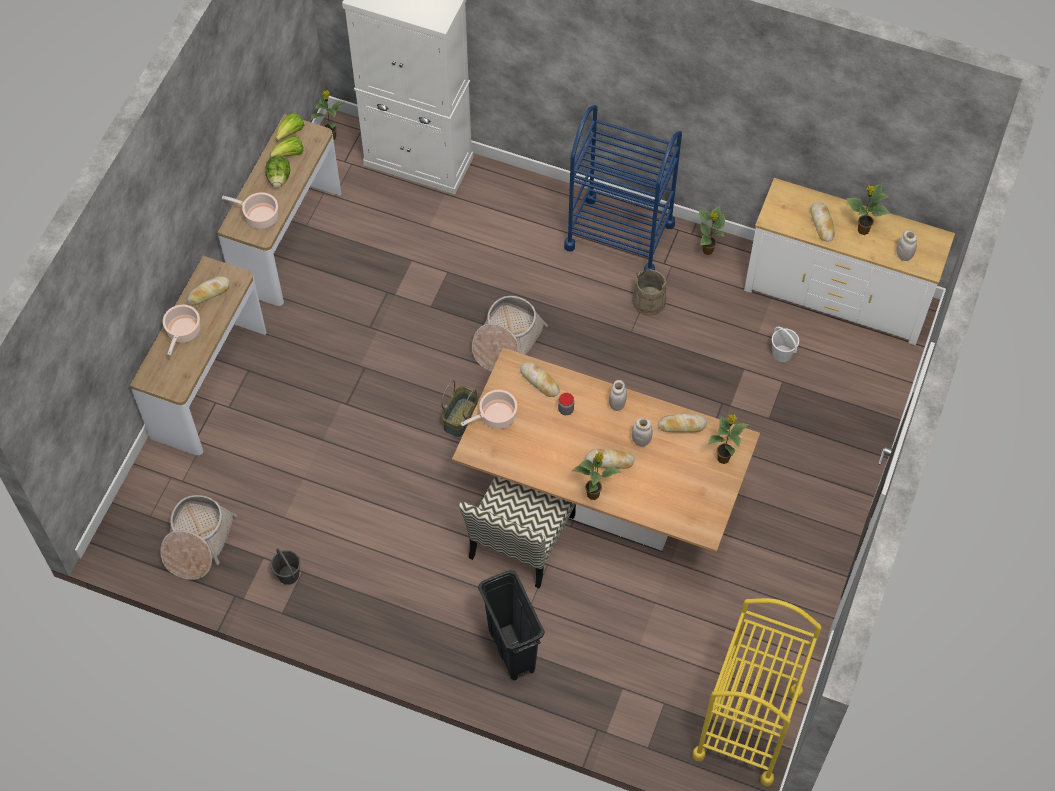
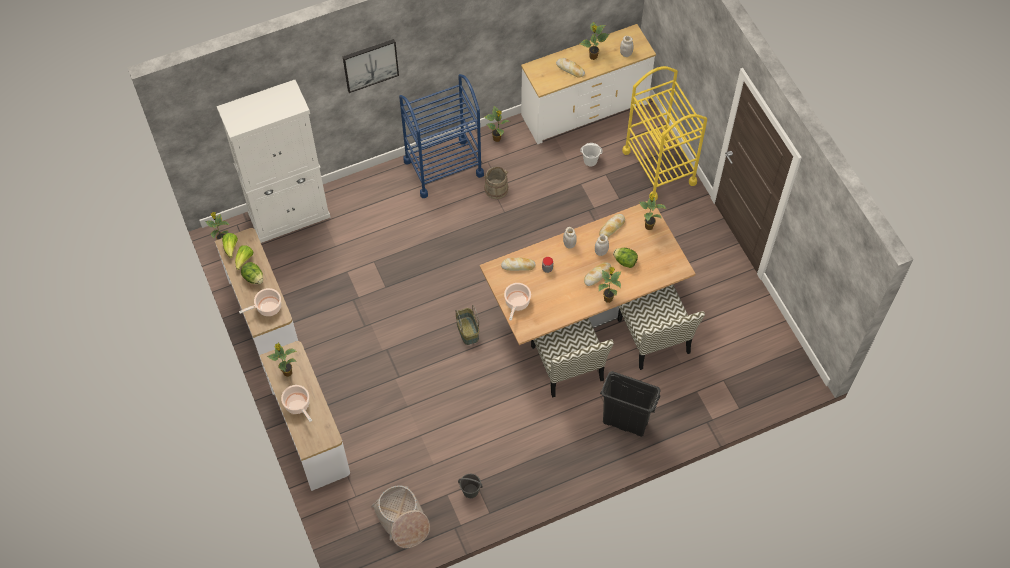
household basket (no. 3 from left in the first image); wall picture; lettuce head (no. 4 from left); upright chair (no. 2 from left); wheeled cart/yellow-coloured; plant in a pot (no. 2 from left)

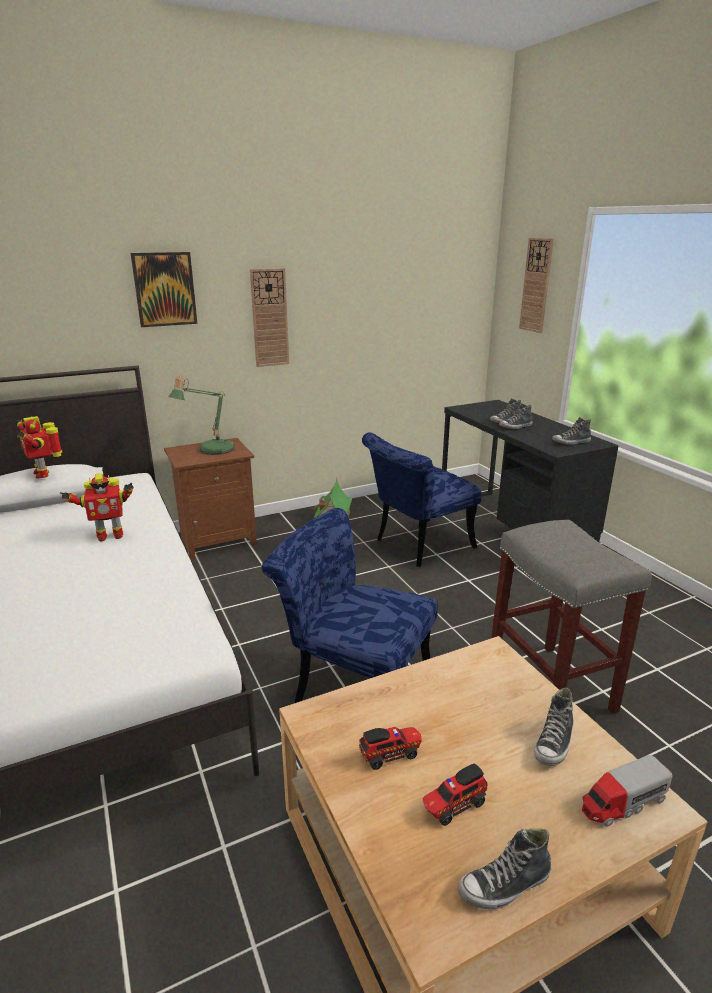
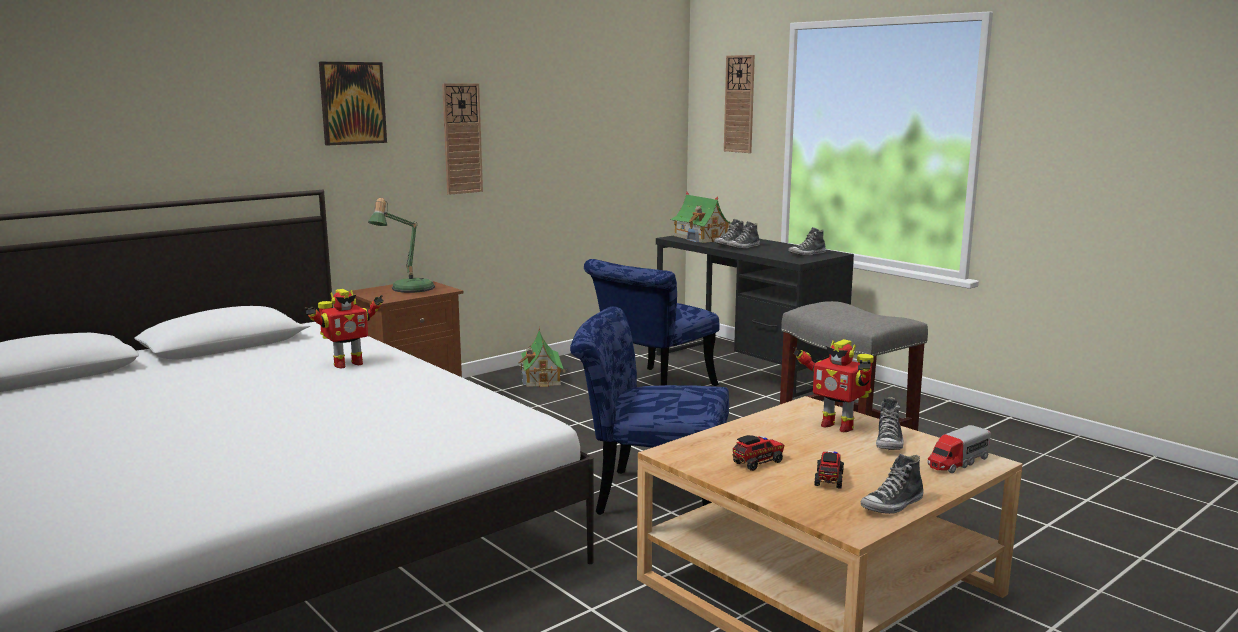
model house (no. 2 from left); robot figure (no. 2 from left); toy lorry (no. 2 from left)

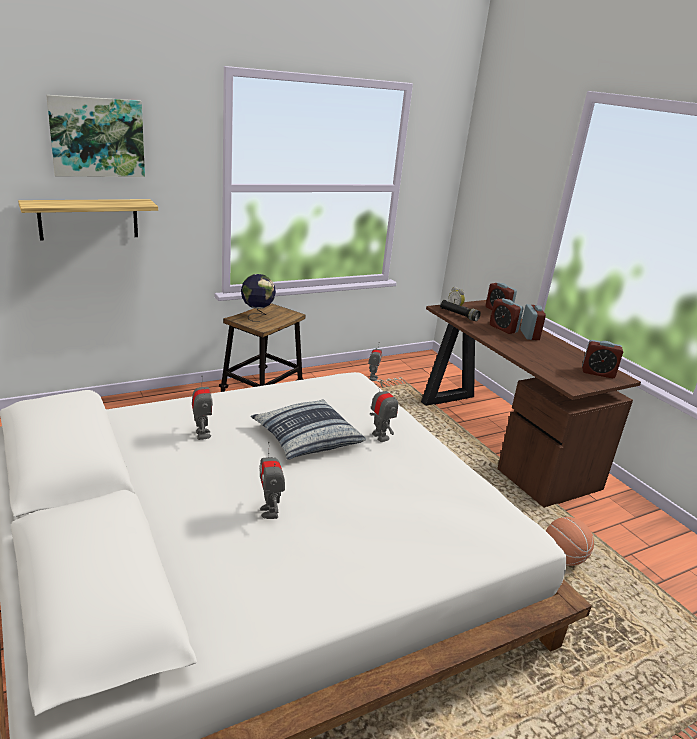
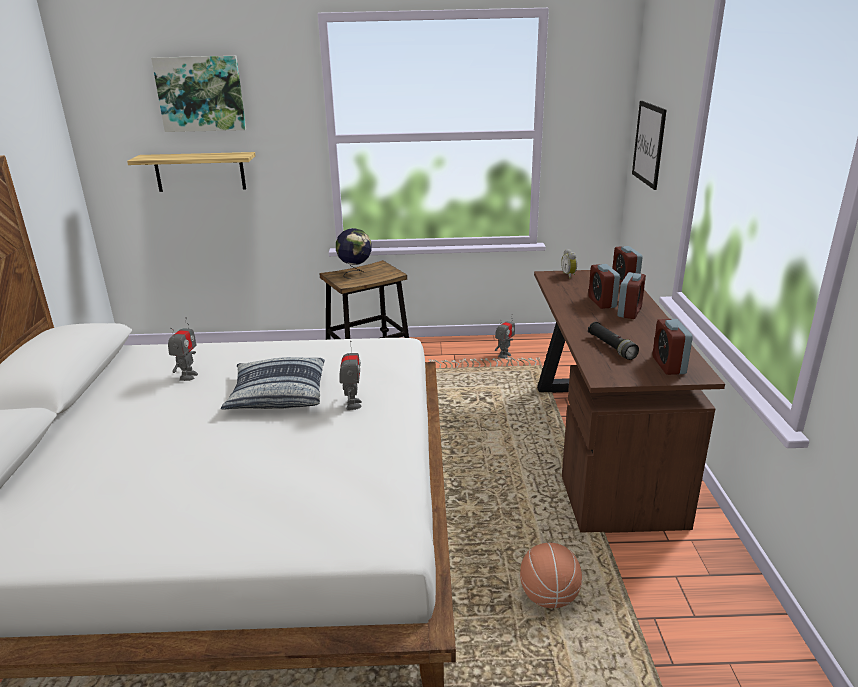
robot figure (no. 2 from left in the first image); wall picture (no. 2 from left); flashlight/black-coloured; table clock (no. 5 from left)

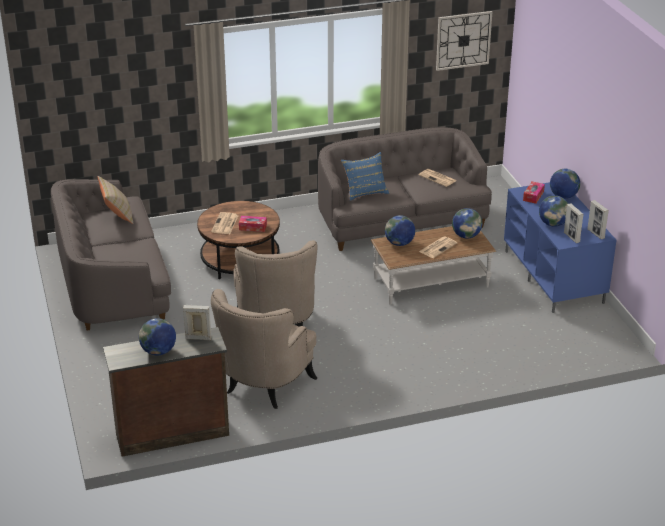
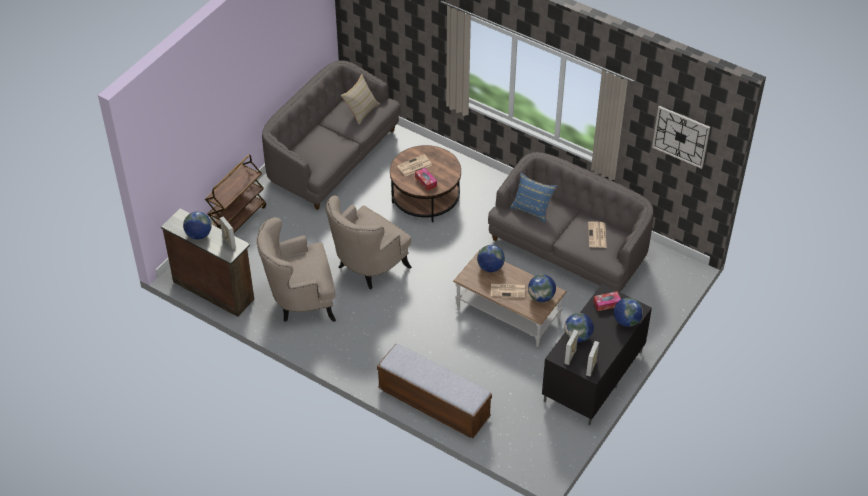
wheeled cart/brownish; bench; tv unit/black-coloured

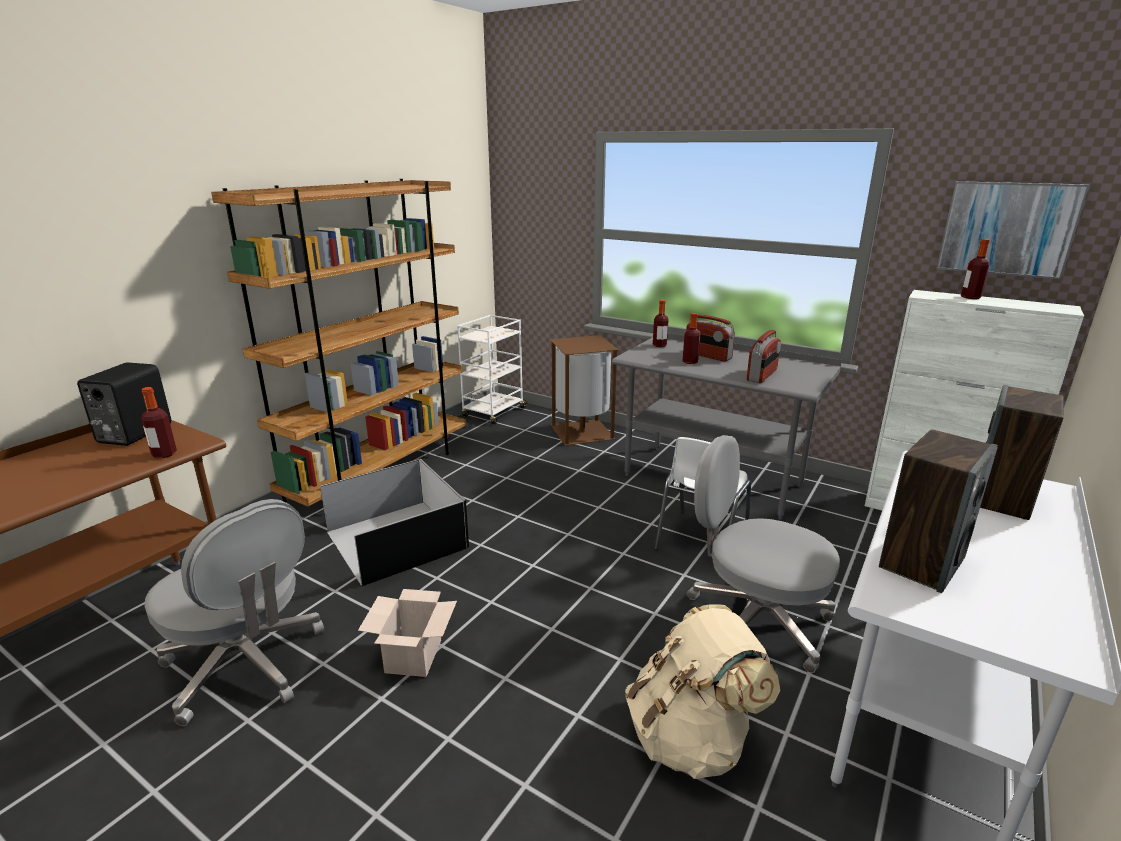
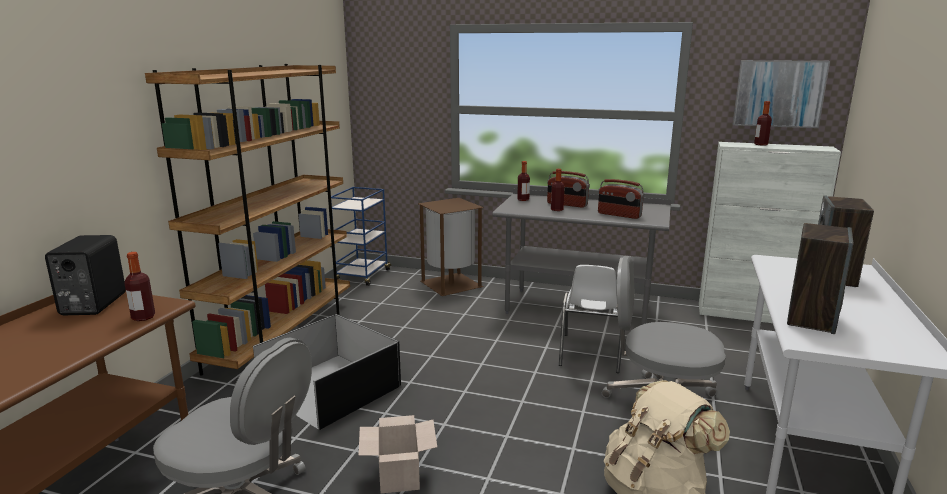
wheeled cart/blue; radio (no. 2 from left)

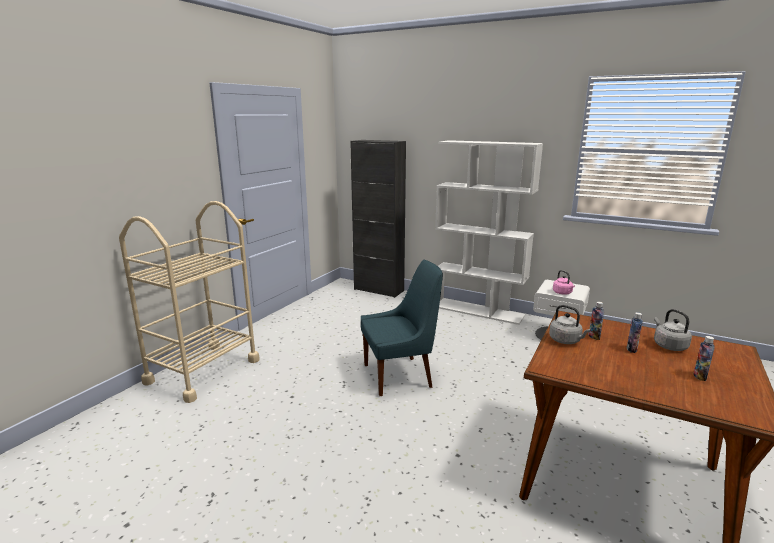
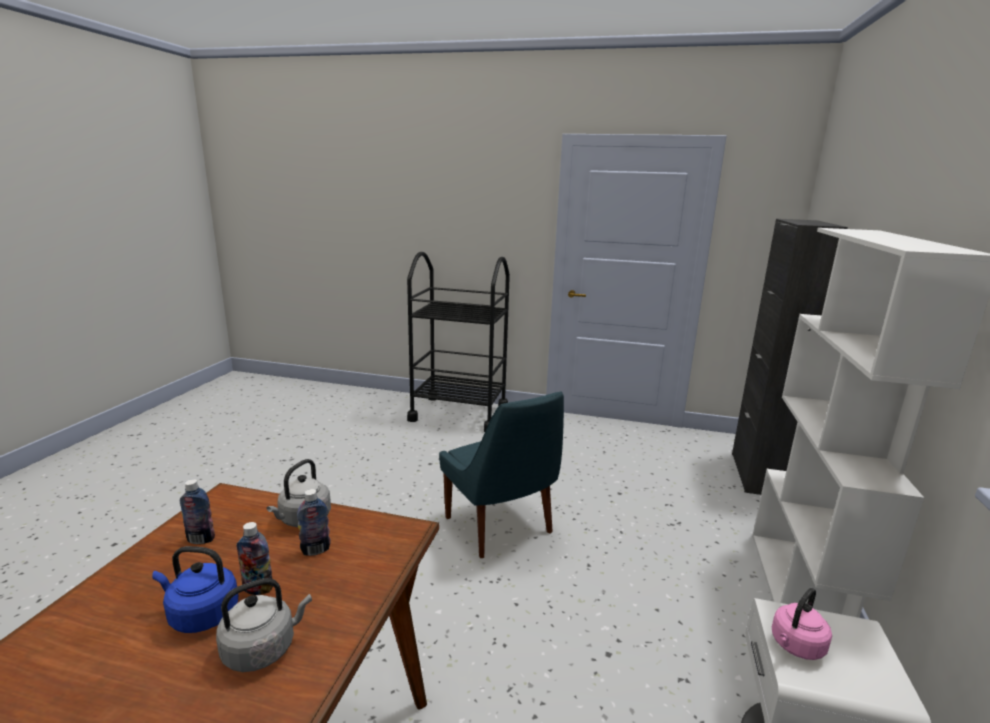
water kettle/blue; drink bottle (no. 1 from left); wheeled cart/black-coloured

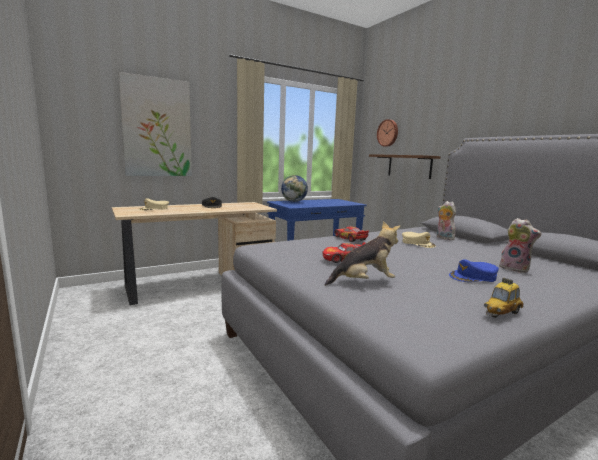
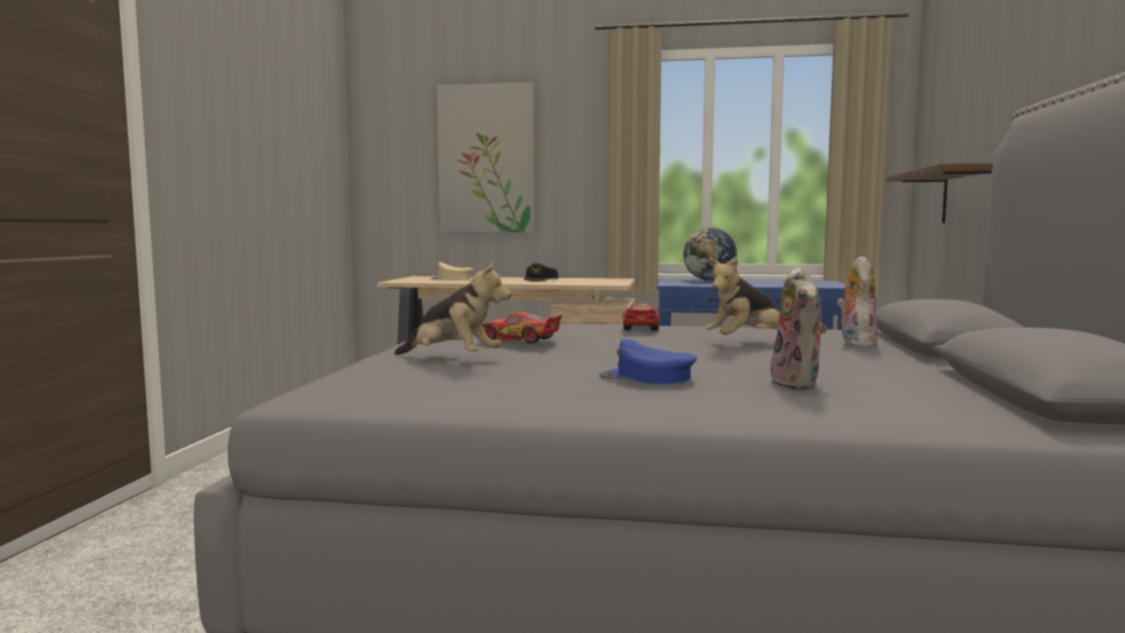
wall clock; miniature car (no. 3 from left in the first image); plush toy (no. 2 from left)

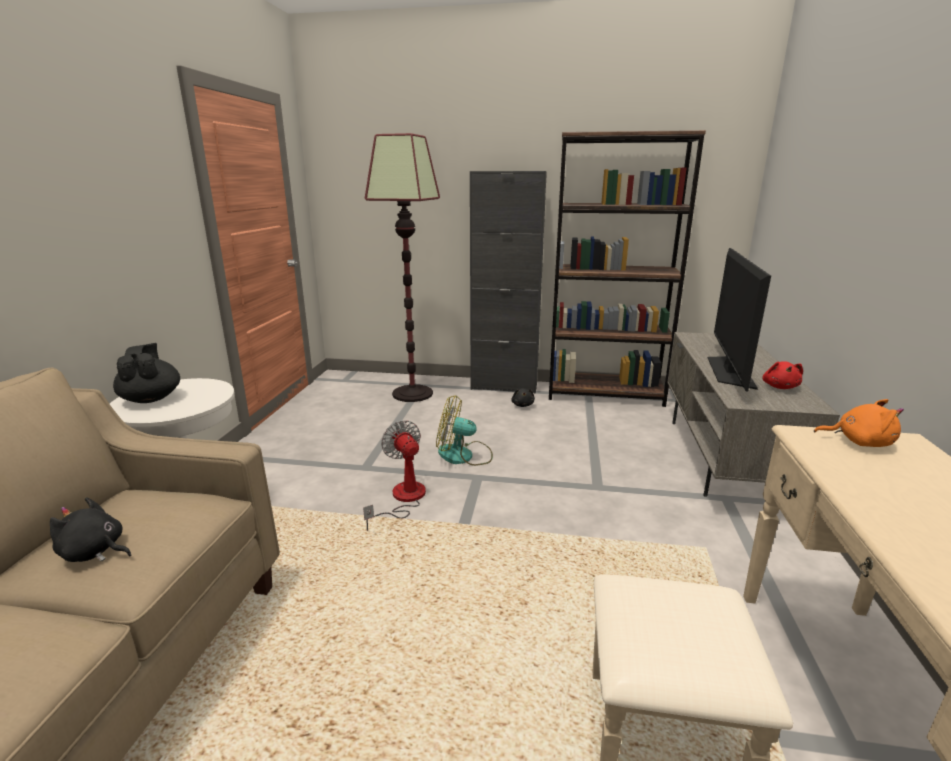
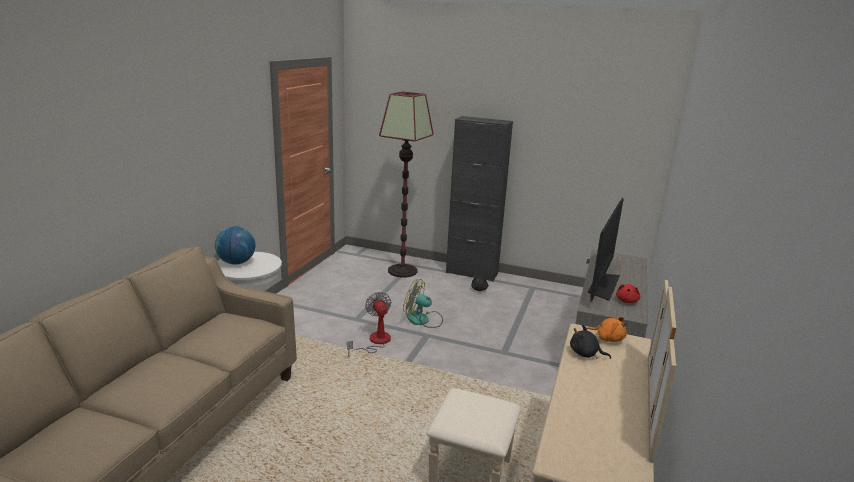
shelving unit/brownish; plush toy/black-coloured (no. 2 from left); world globe

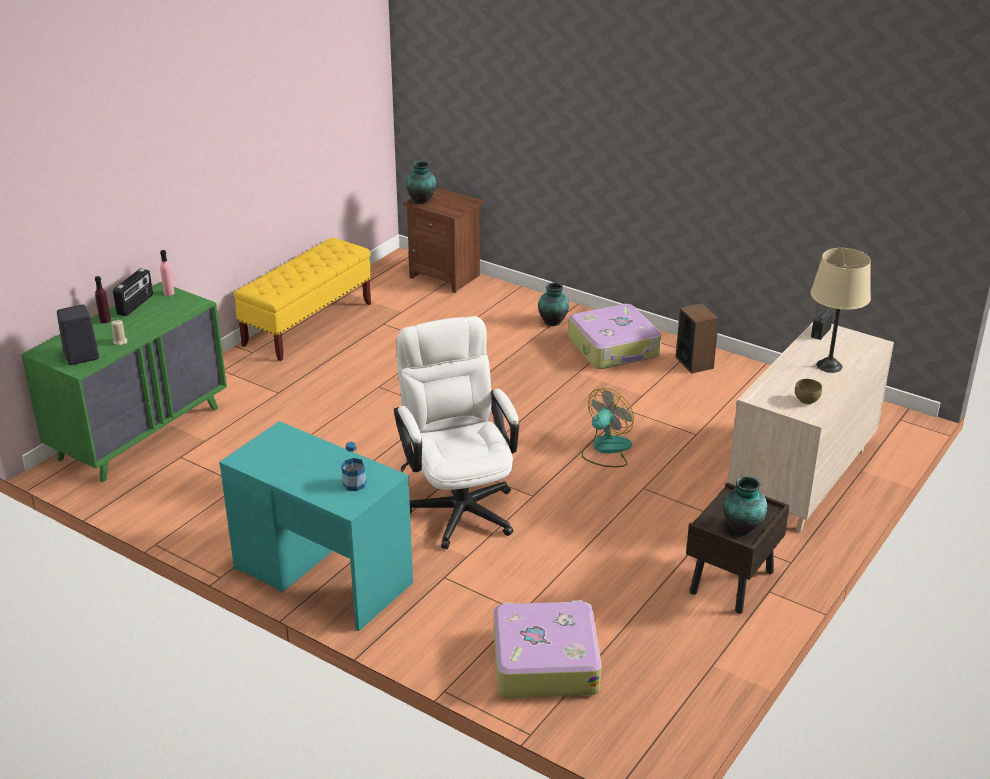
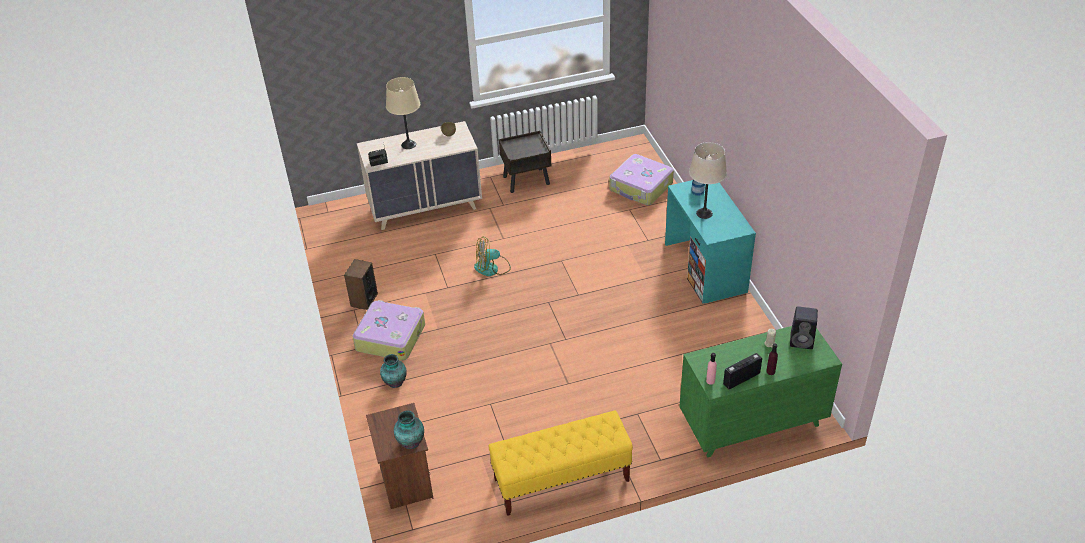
desk chair/white-coloured; decorative vase (no. 3 from left in the first image); tabletop lamp/sand-coloured (no. 2 from left)

